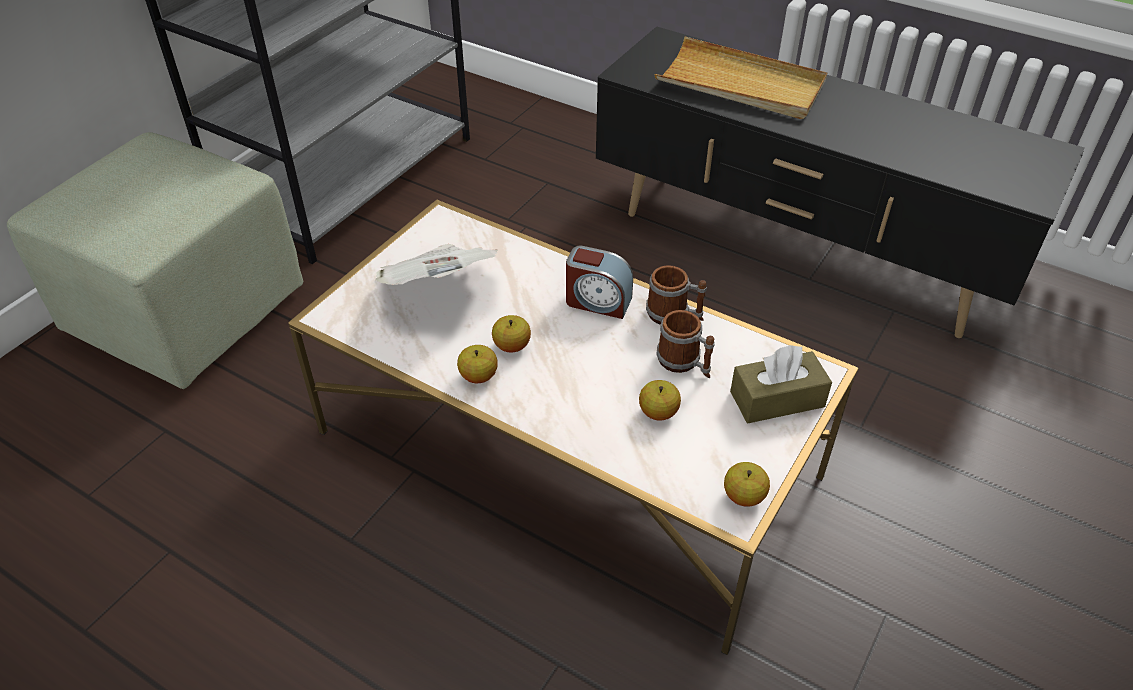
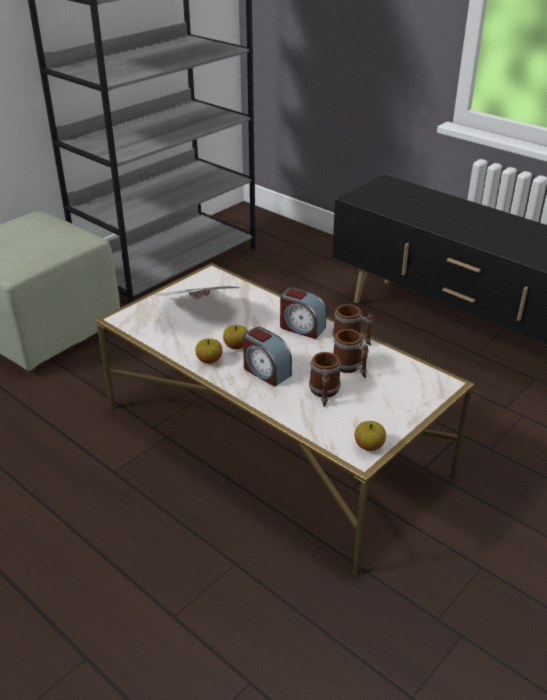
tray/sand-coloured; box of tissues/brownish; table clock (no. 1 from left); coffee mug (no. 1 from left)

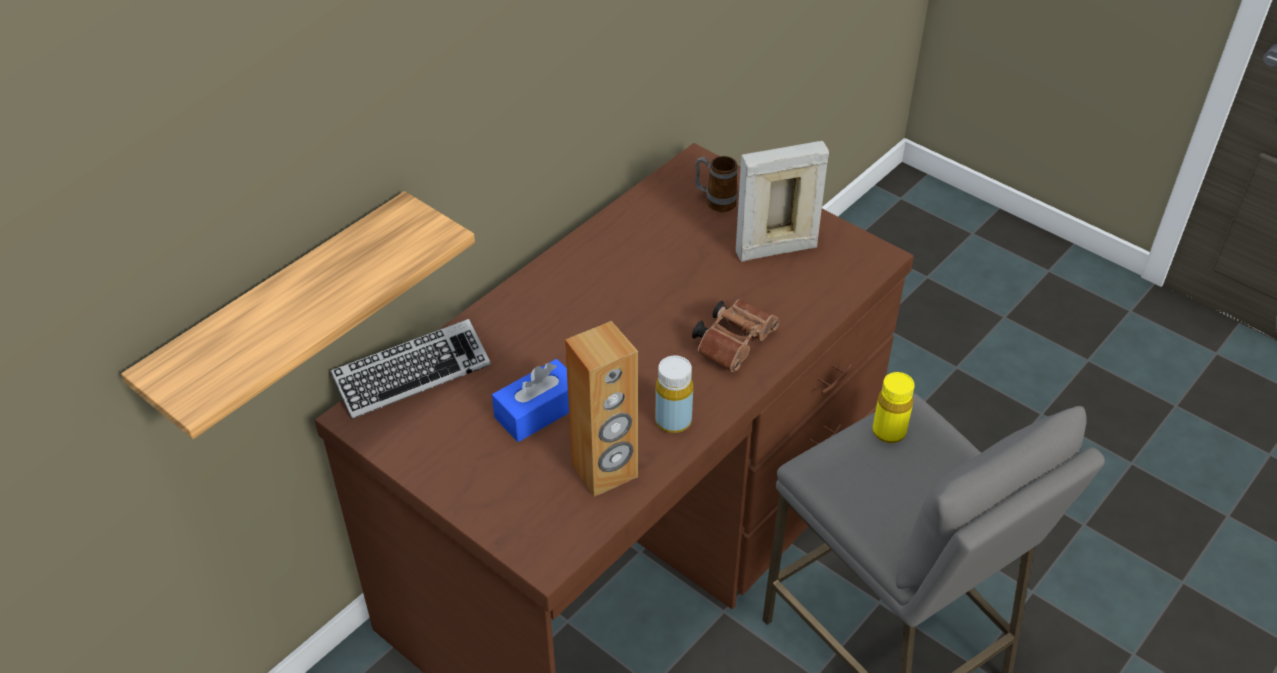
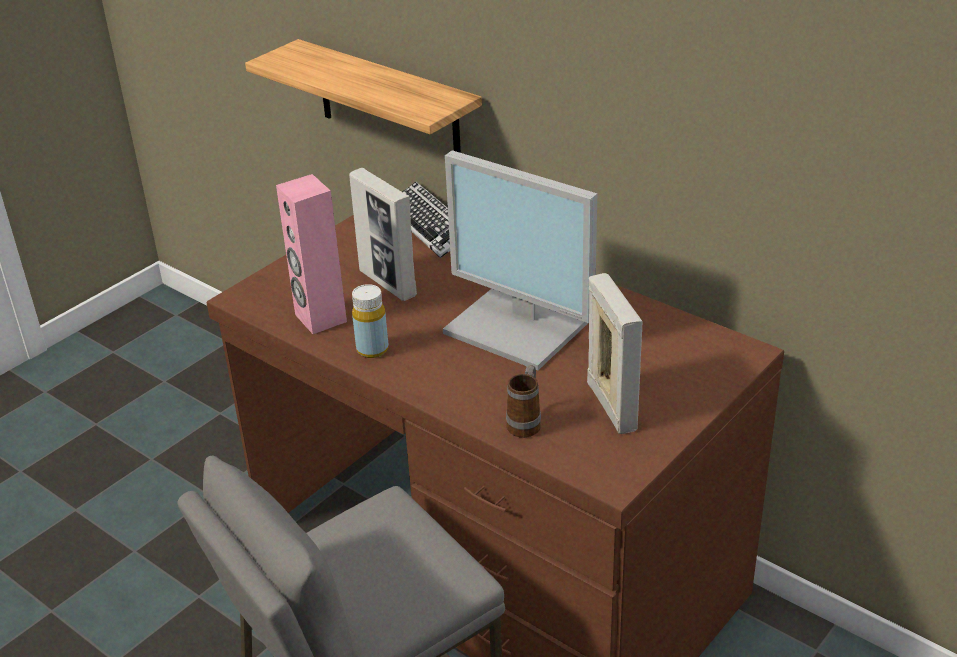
pair of binoculars/brownish; drink bottle/yellow-coloured (no. 2 from left in the first image); computer display; coffee mug; photo frame (no. 1 from left); speaker/pinkish

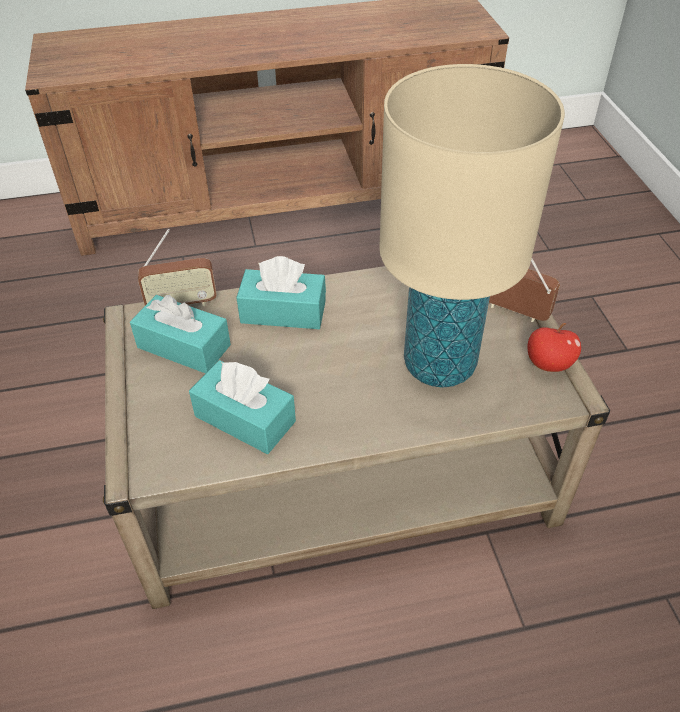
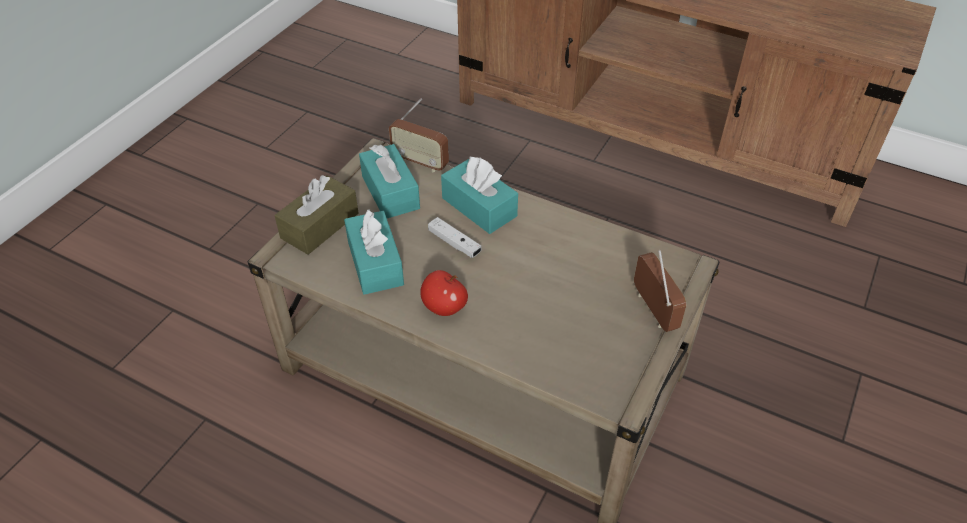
tabletop lamp/sand-coloured; box of tissues/brownish; joypad/white-coloured; apple fruit

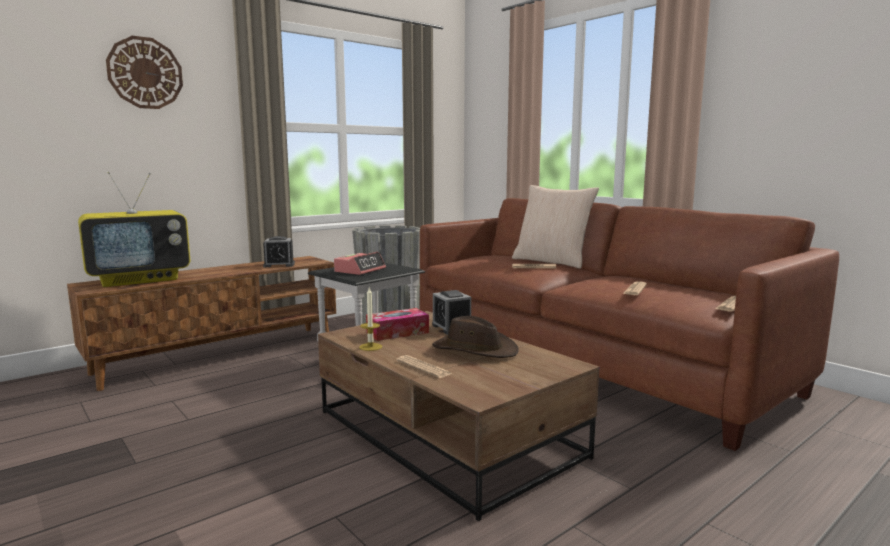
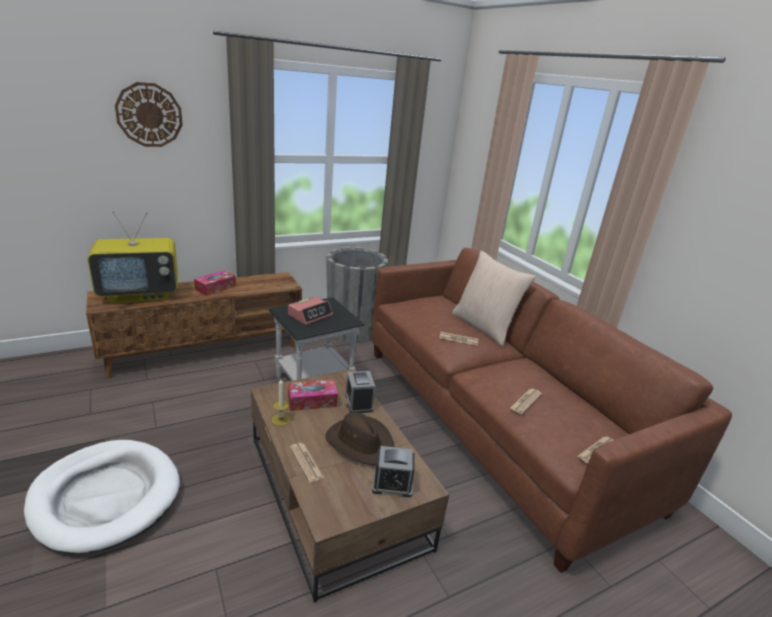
pet bed/white-coloured; box of tissues (no. 1 from left); table clock (no. 3 from left)

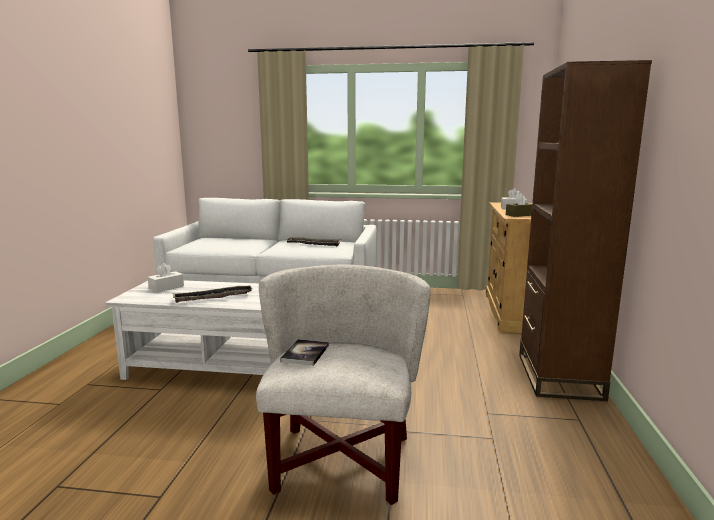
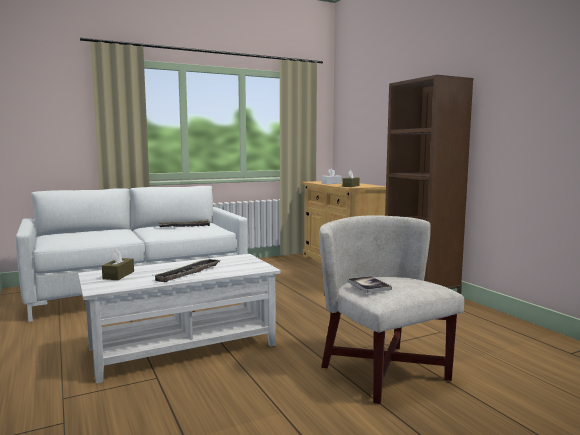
box of tissues/brownish (no. 1 from left)

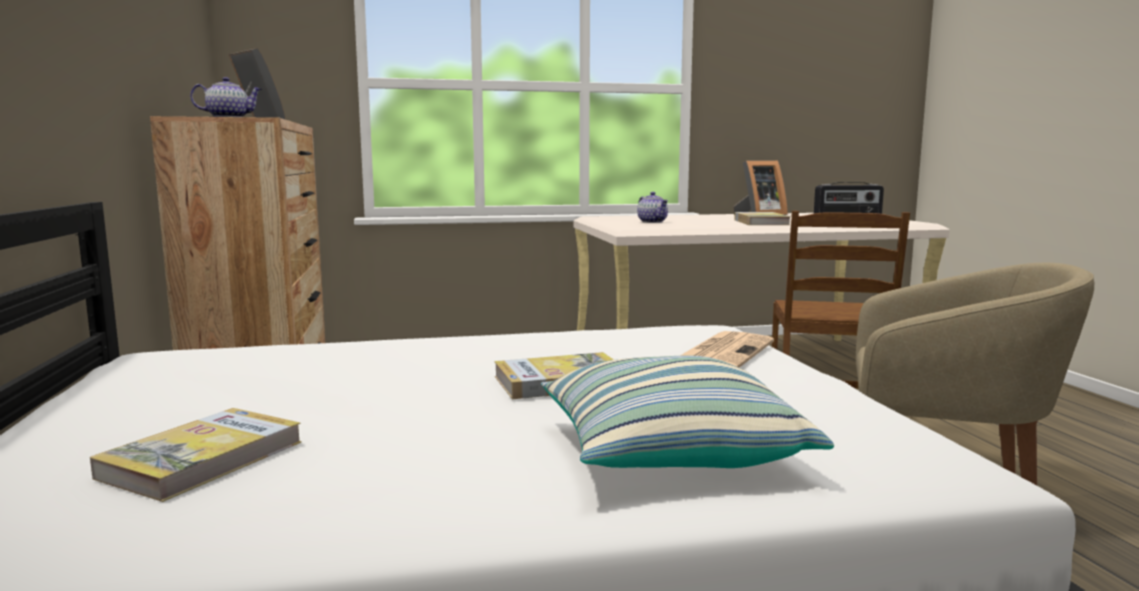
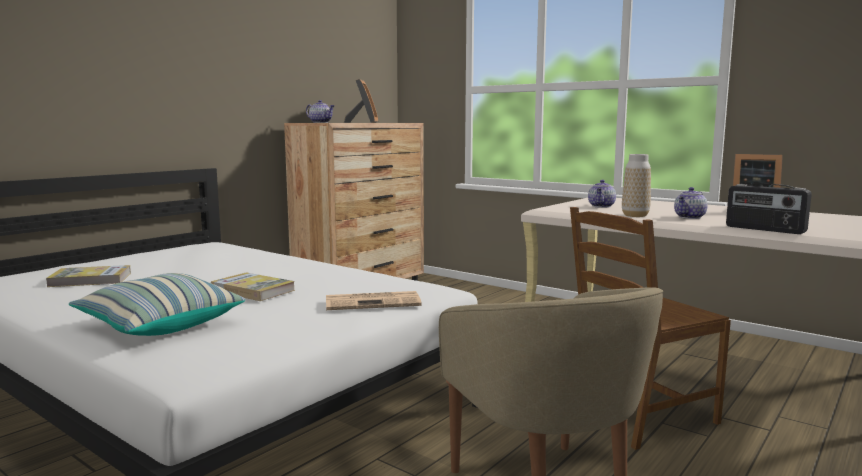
decorative vase; tea pot (no. 3 from left)

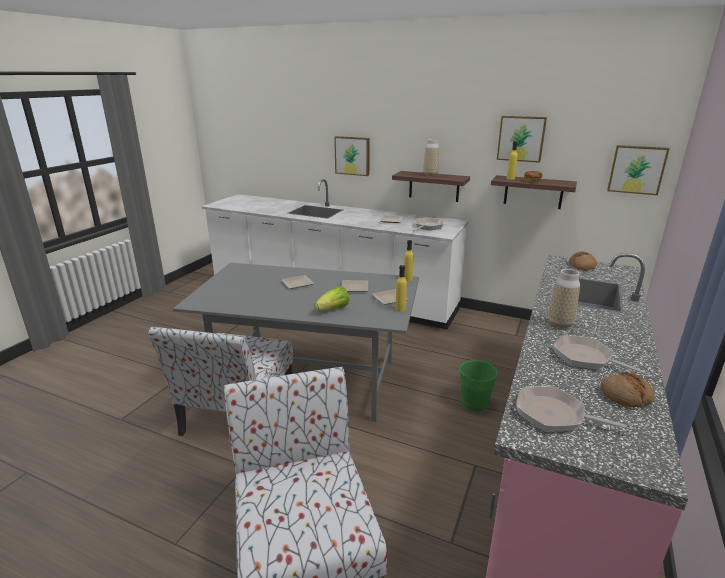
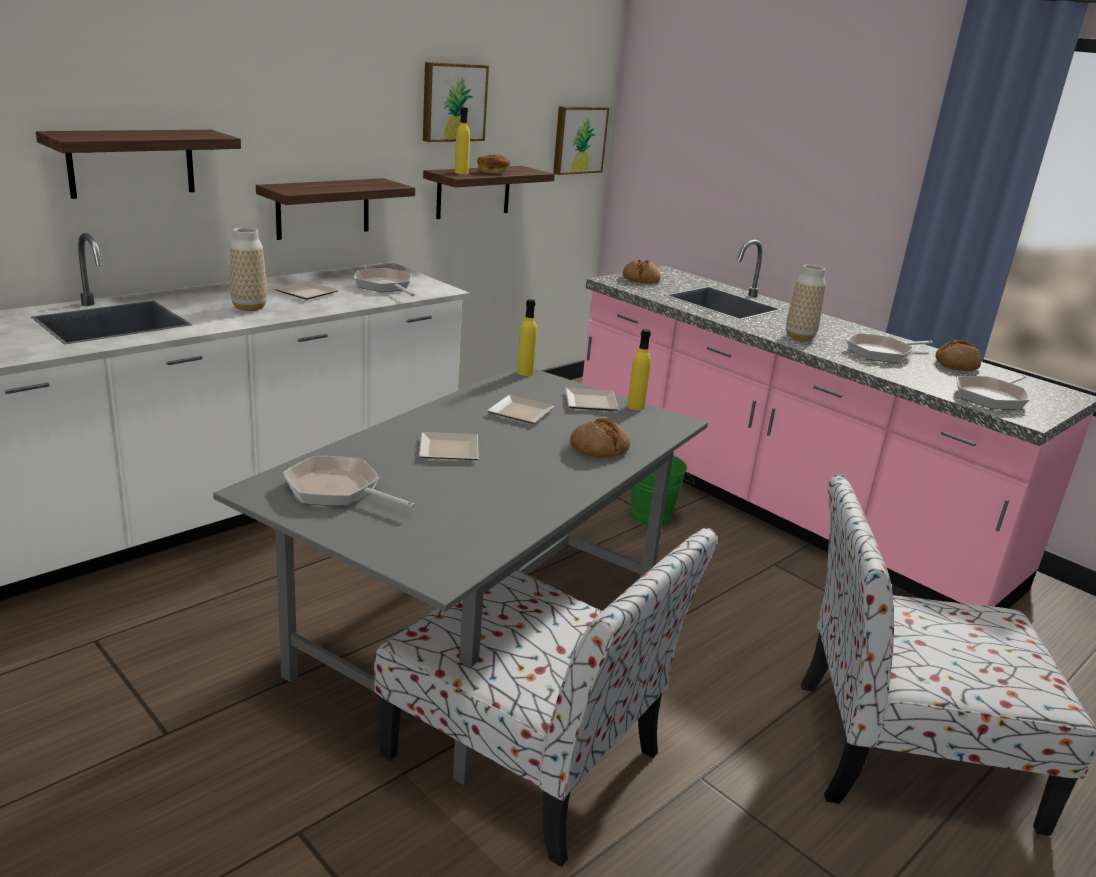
skillet (no. 1 from left); decorative vase (no. 1 from left); baked bread (no. 2 from left); wall shelf (no. 1 from left)

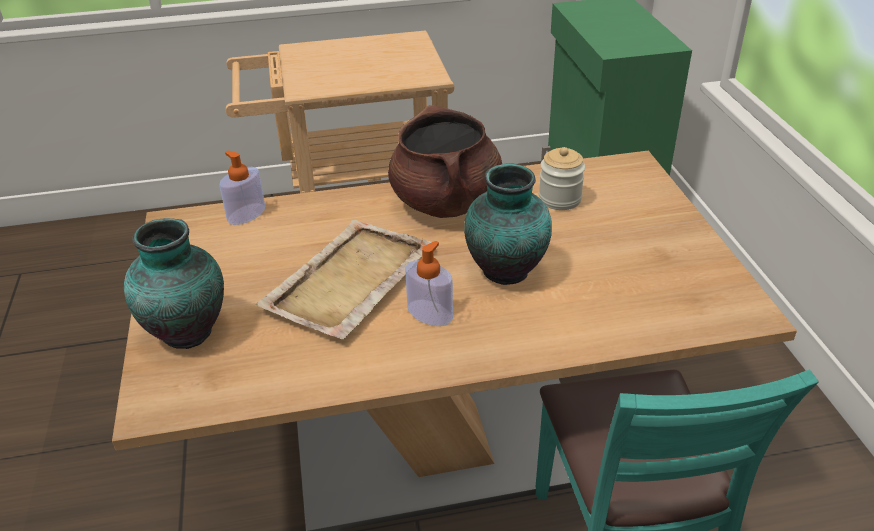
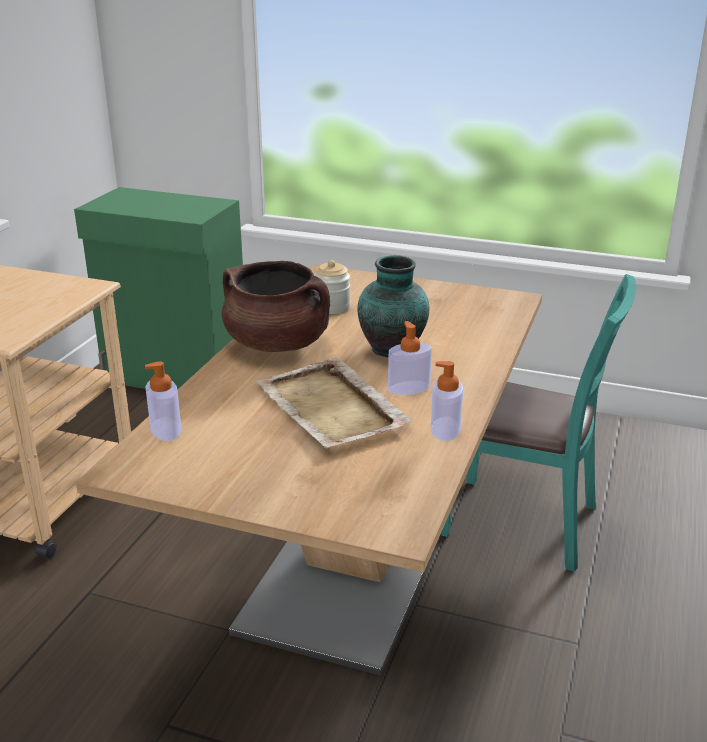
decorative vase (no. 1 from left in the first image); liquid soap bottle (no. 3 from left)

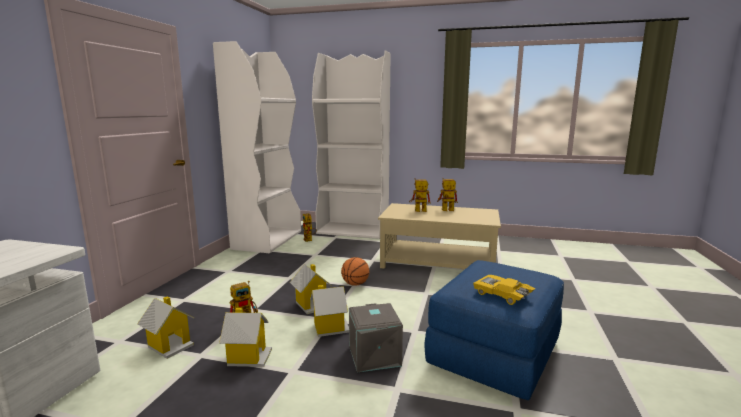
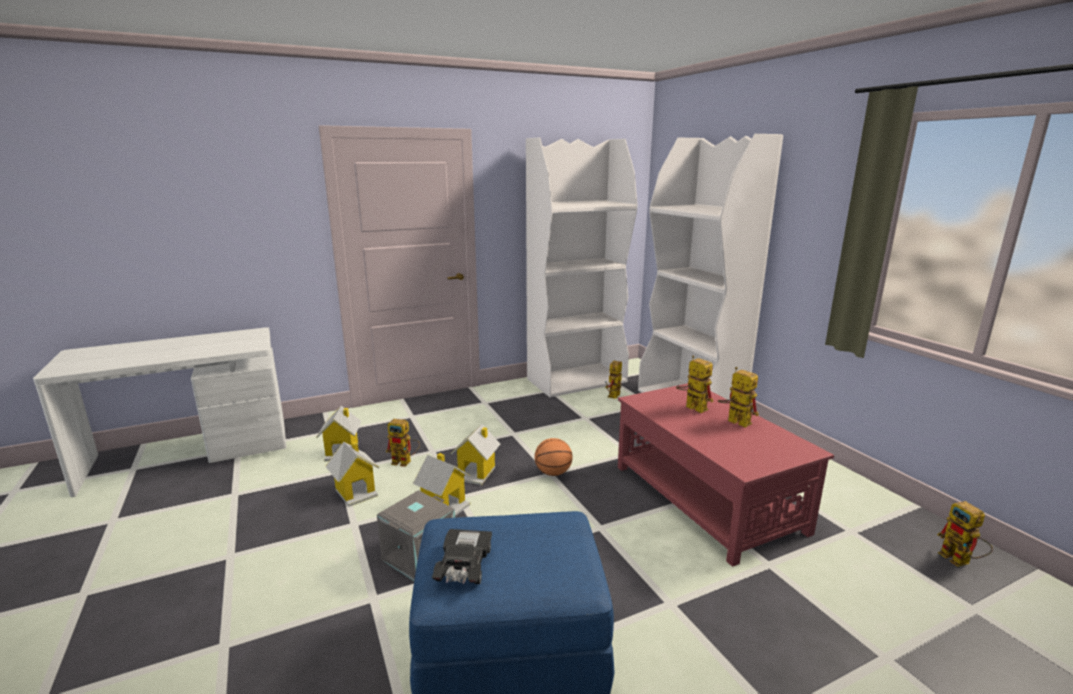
robot figure (no. 5 from left); coffee table/reddish; miniature car/black-coloured

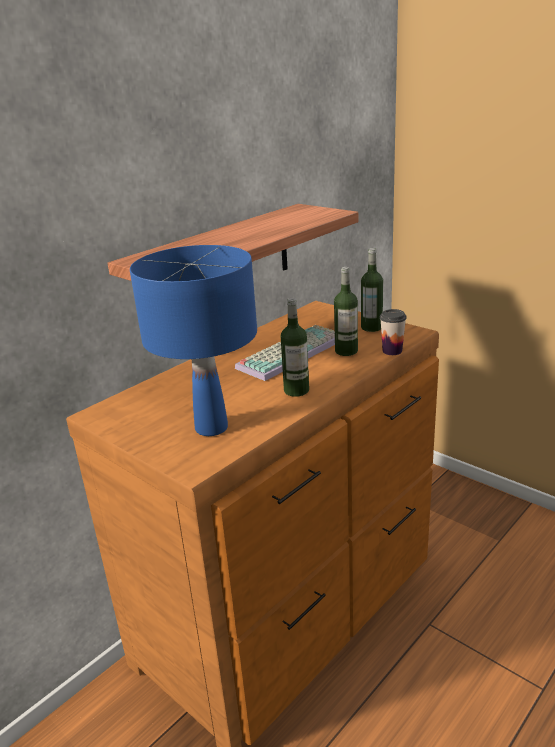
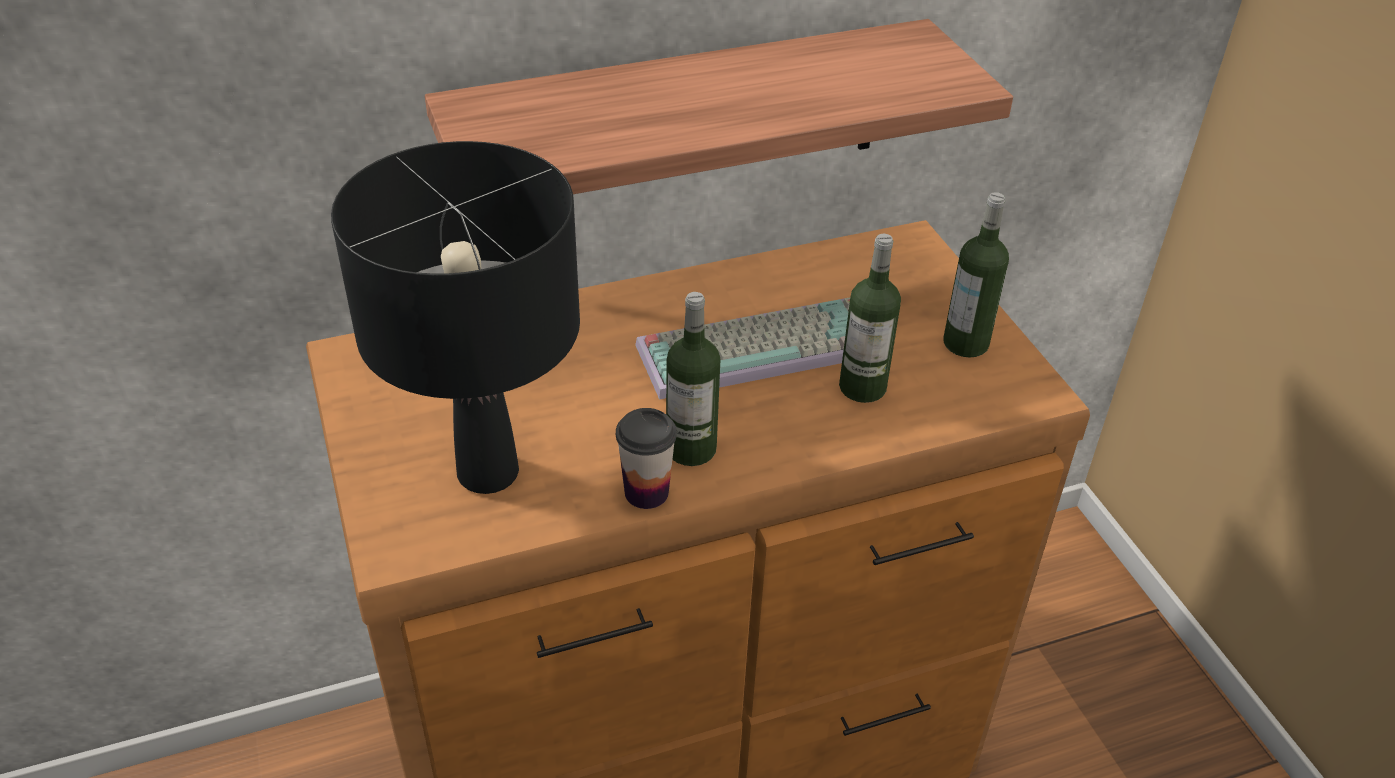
drinking cup; tabletop lamp/black-coloured

